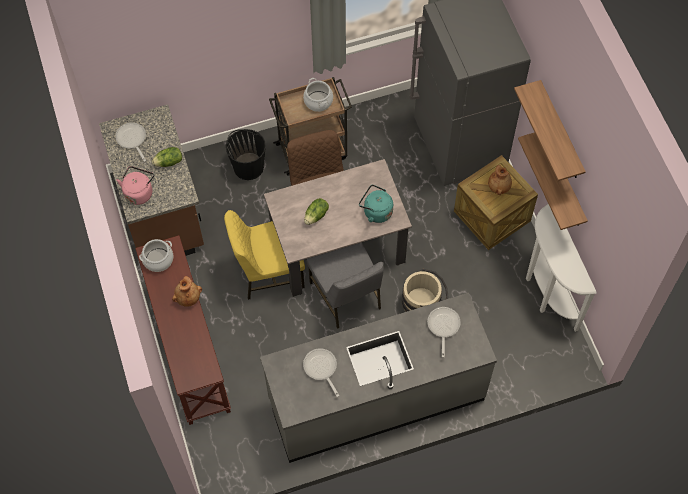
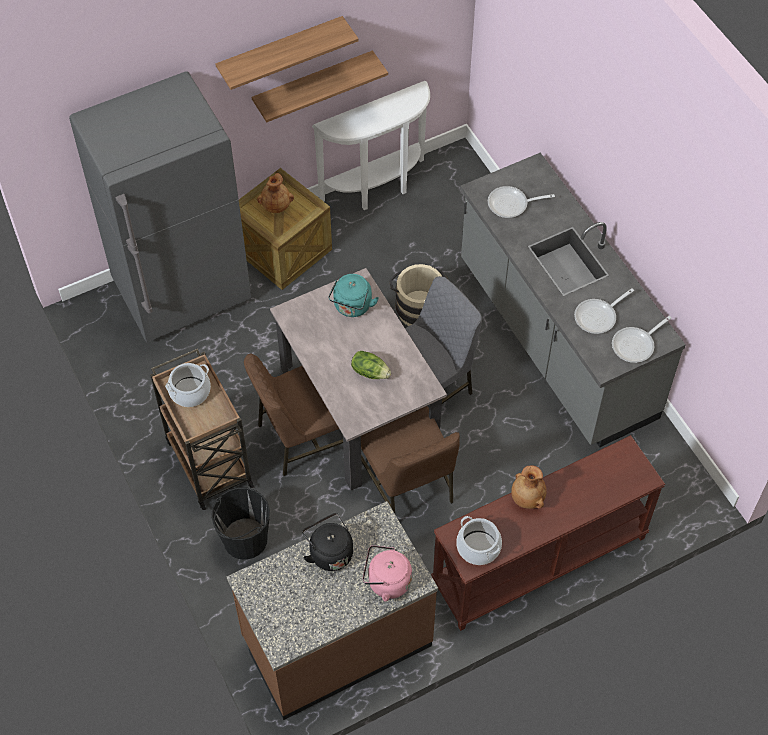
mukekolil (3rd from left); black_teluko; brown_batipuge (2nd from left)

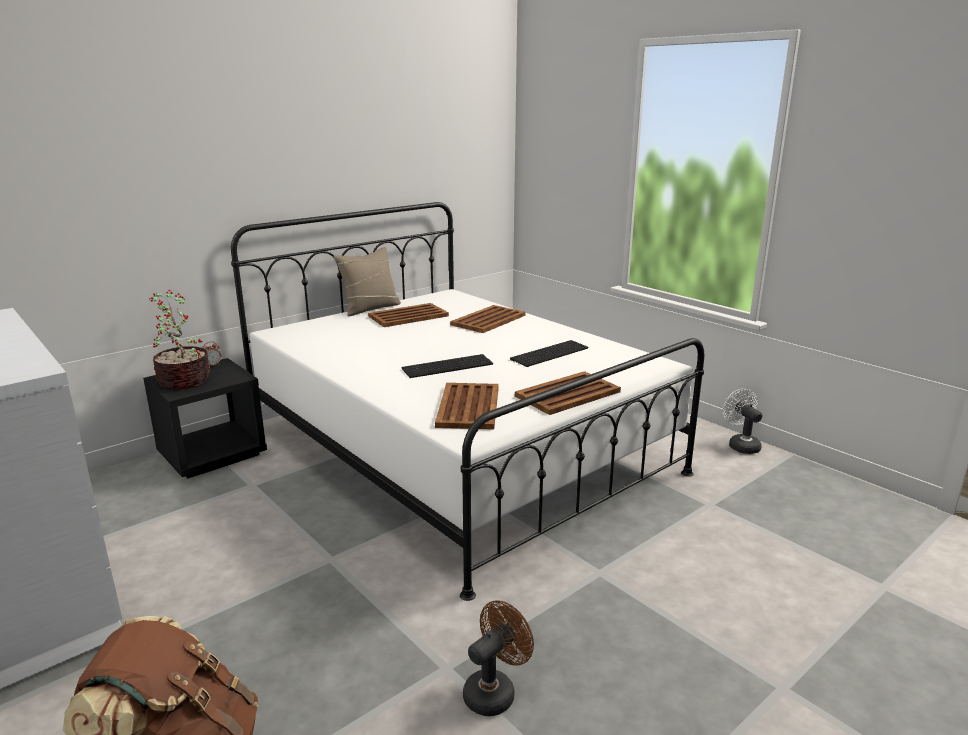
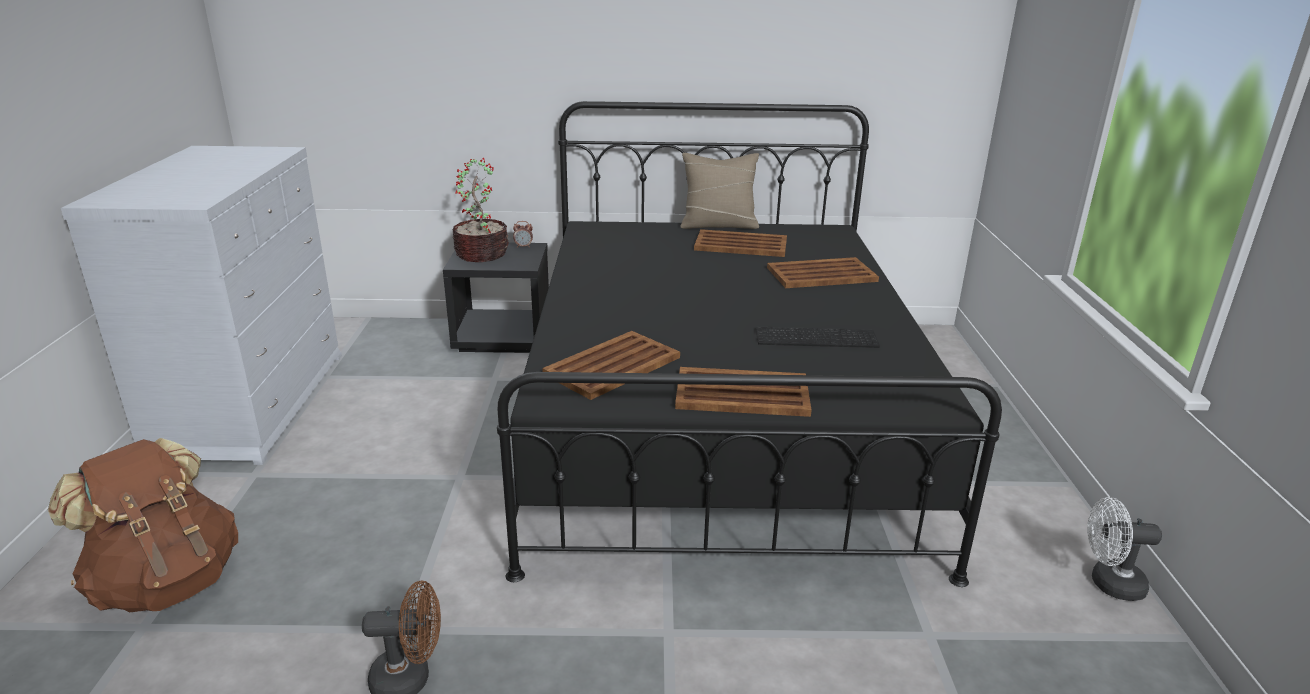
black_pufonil; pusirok (1st from left in the first image); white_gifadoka

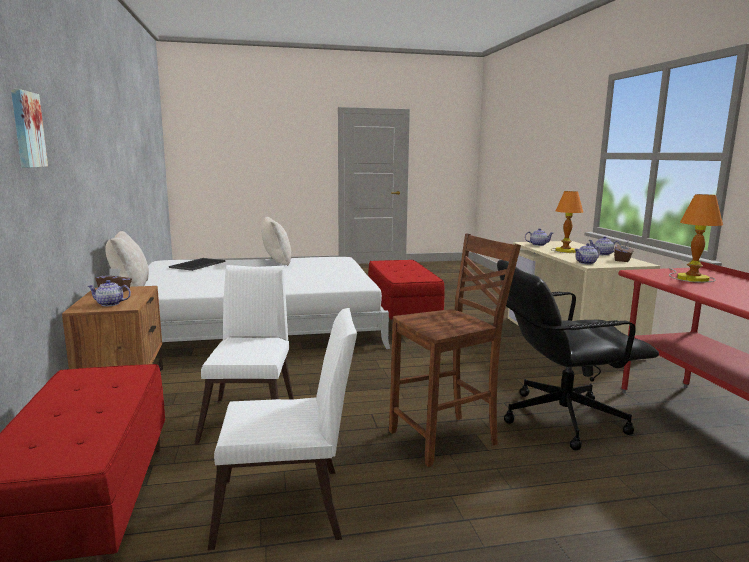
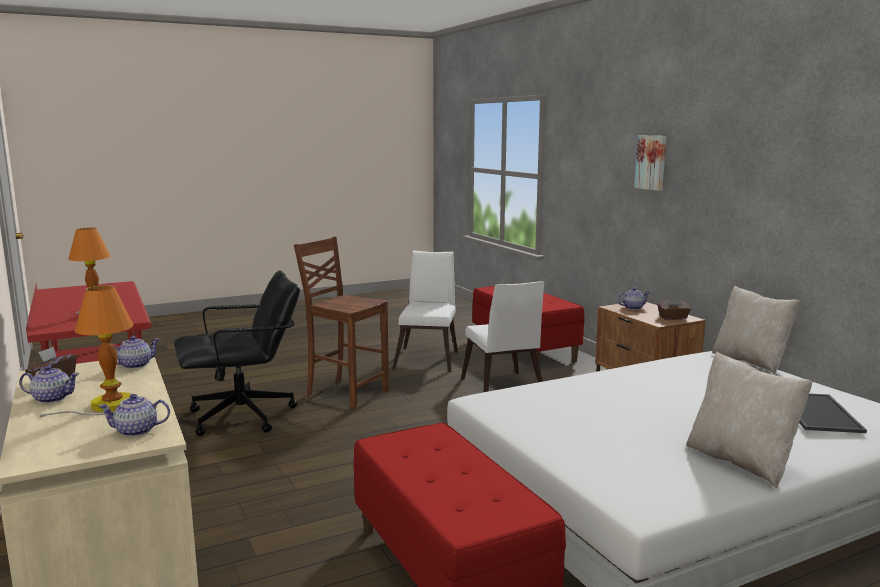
white_batipuge (1st from left); brown_batipuge

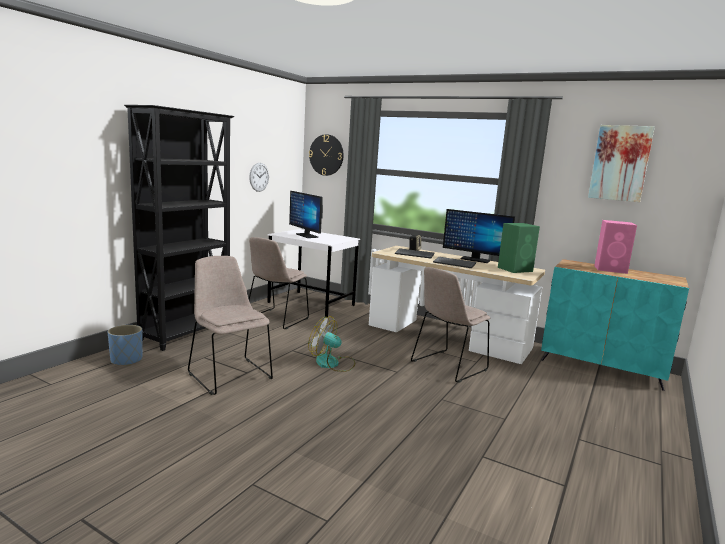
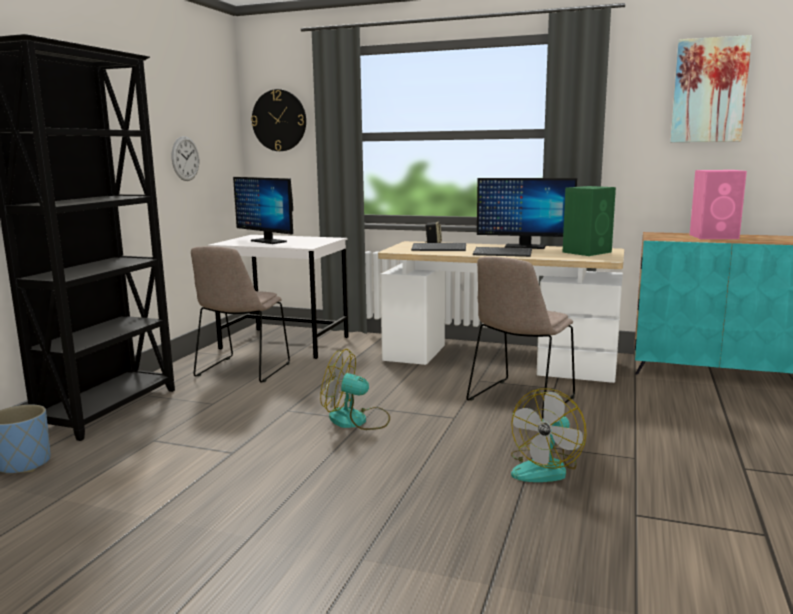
beige_batipuge (1st from left in the first image); gifadoka (2nd from left)

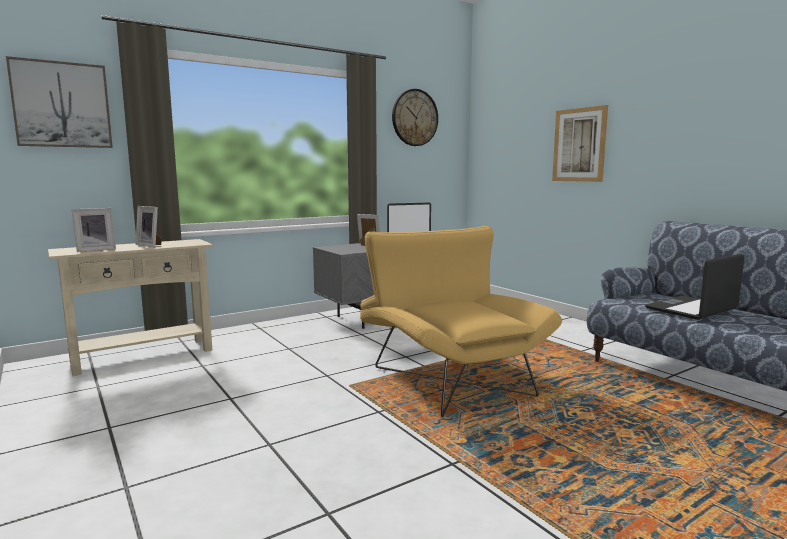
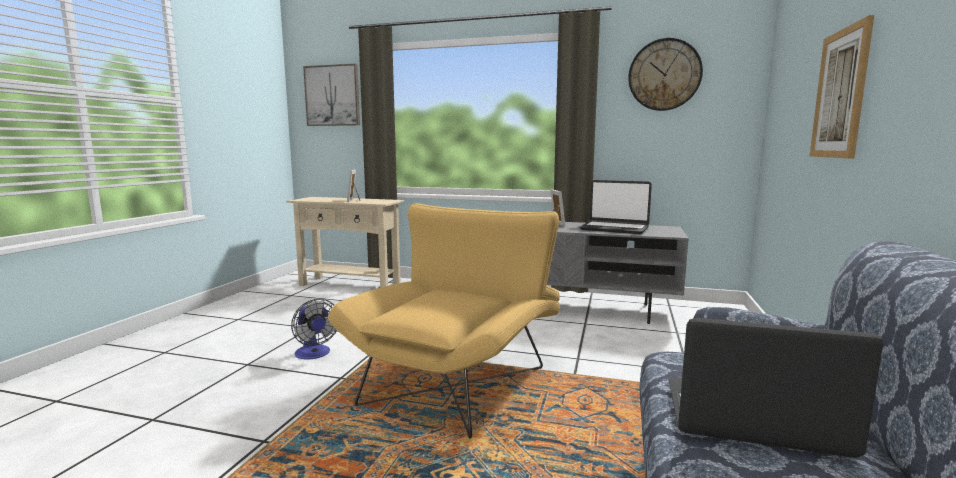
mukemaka (1st from left in the first image); gifadoka

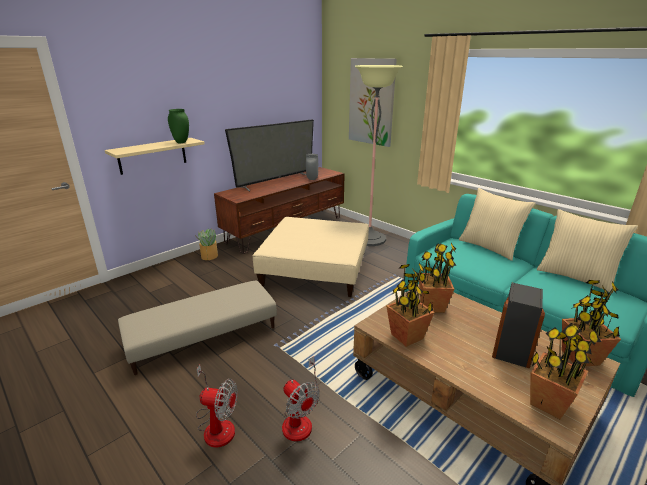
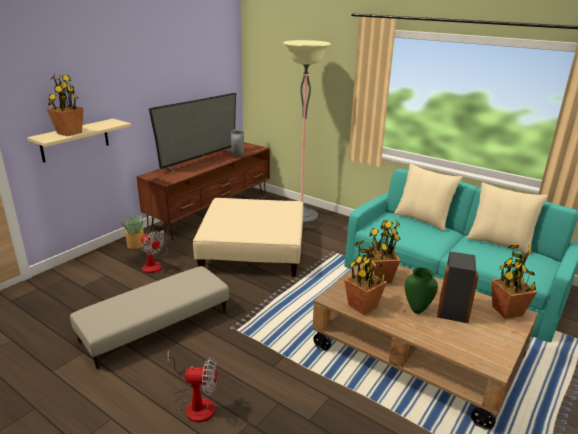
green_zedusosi; gifadoka (1st from left); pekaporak; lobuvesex (1st from left)

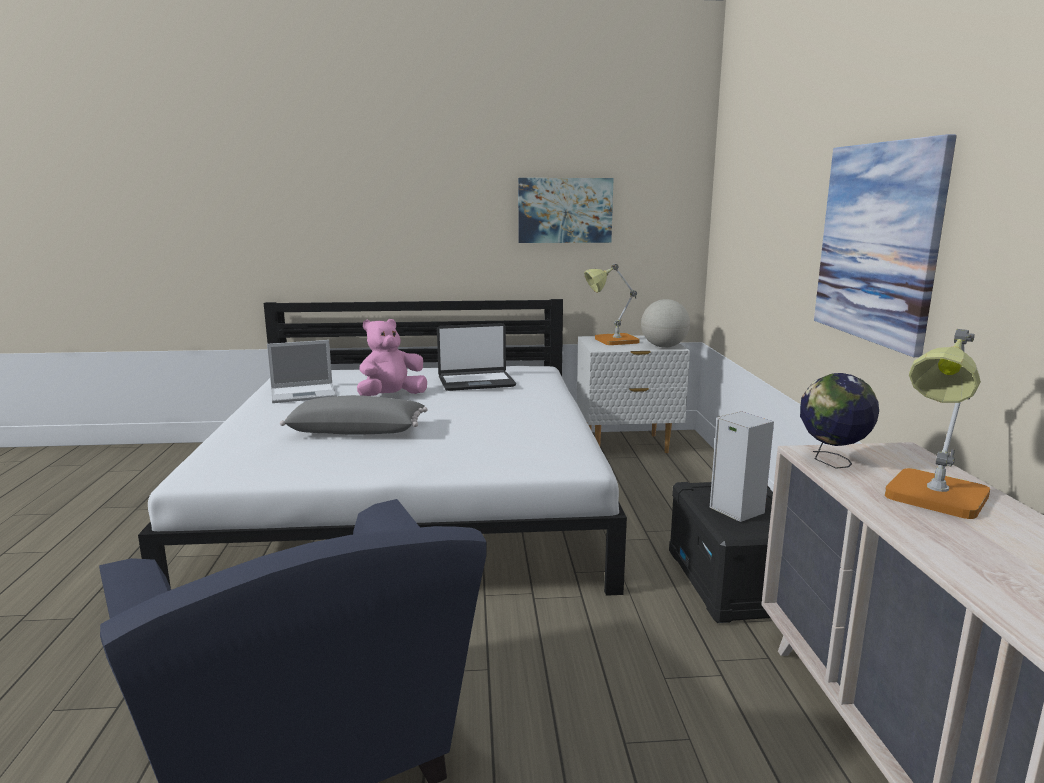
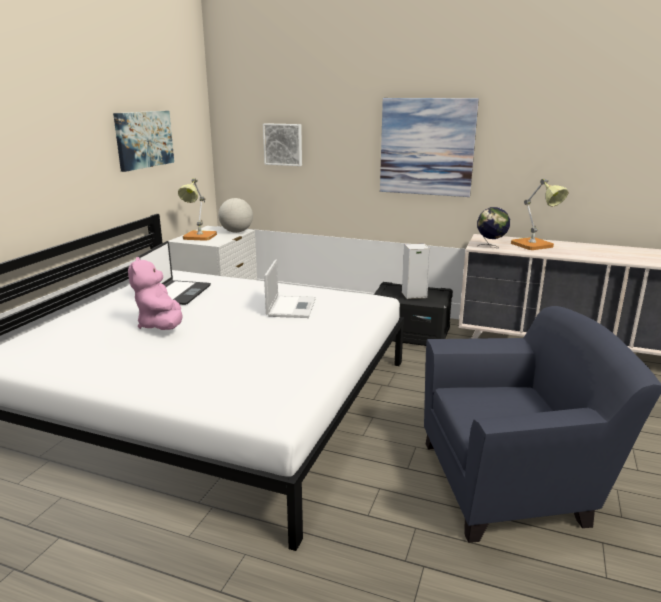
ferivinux (2nd from left); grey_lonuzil; pekaporak (2nd from left)

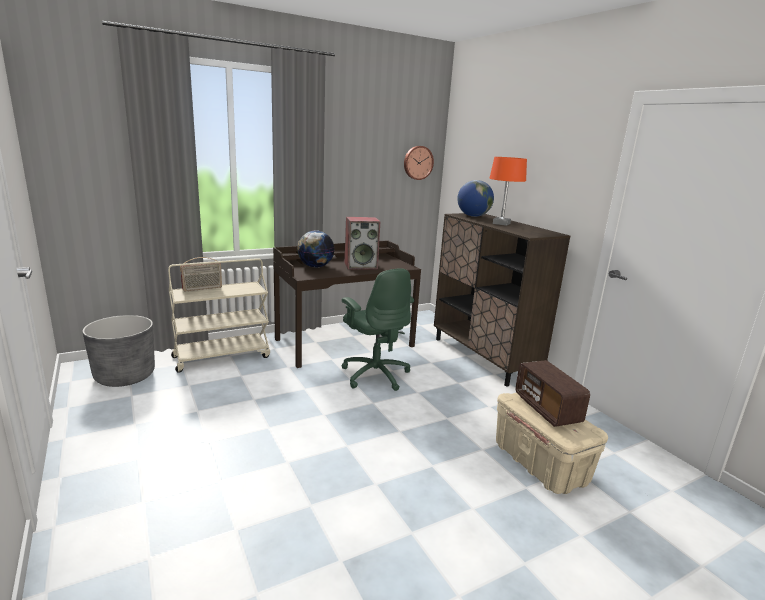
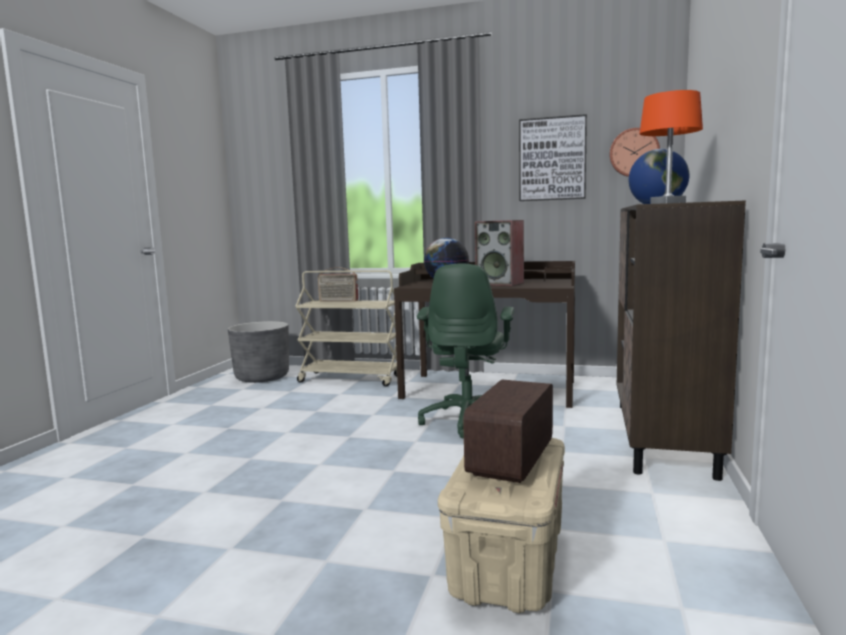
pekaporak

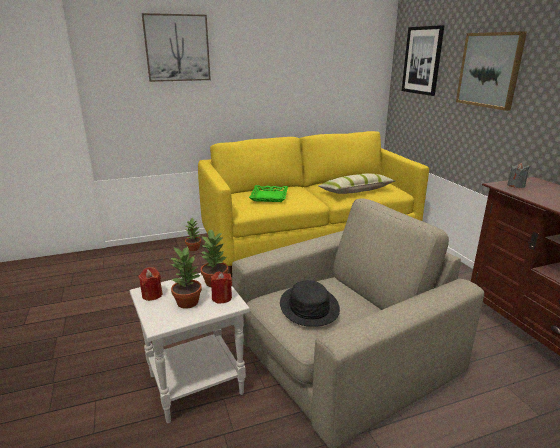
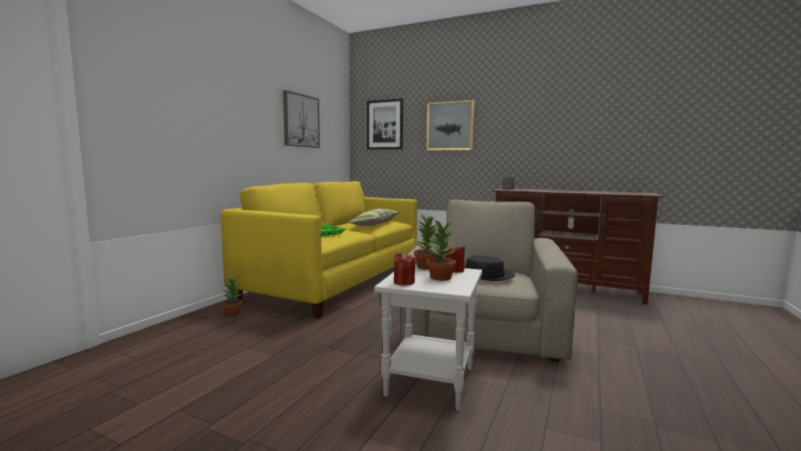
pekaporak (1st from left)

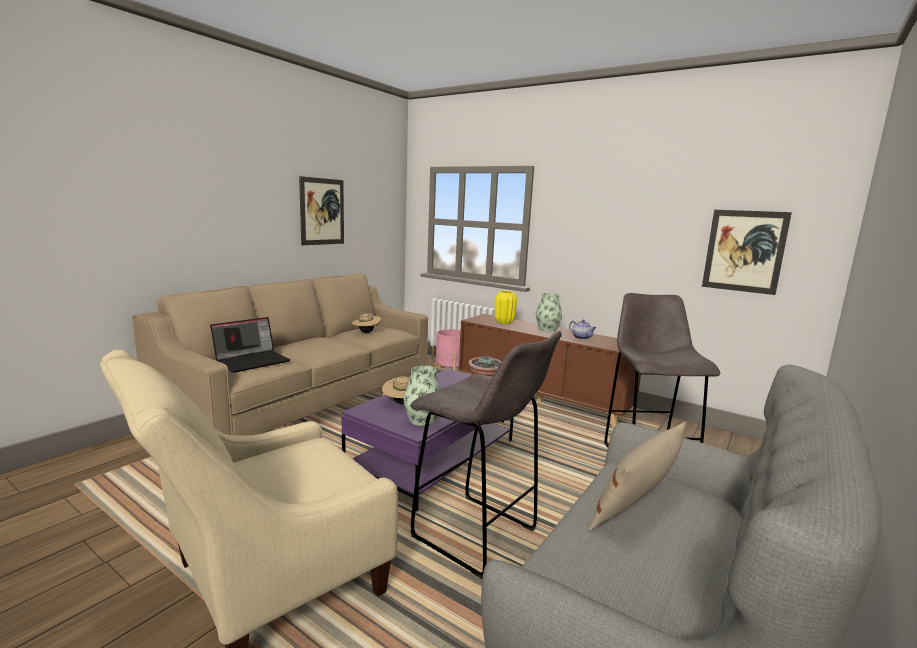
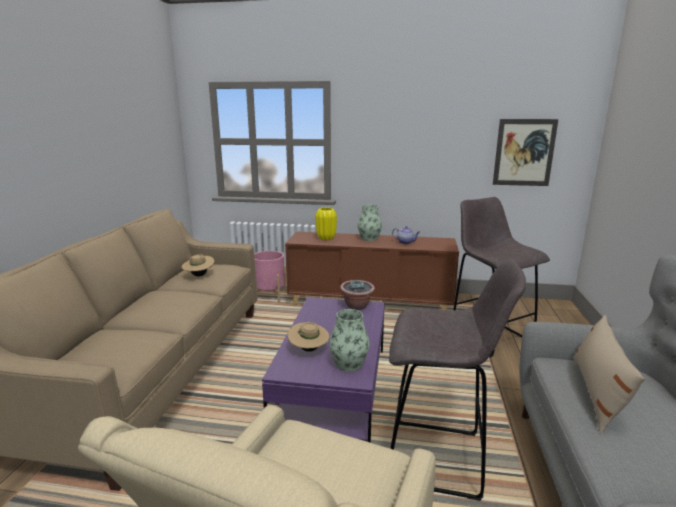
ferivinux; pekaporak (1st from left in the first image)

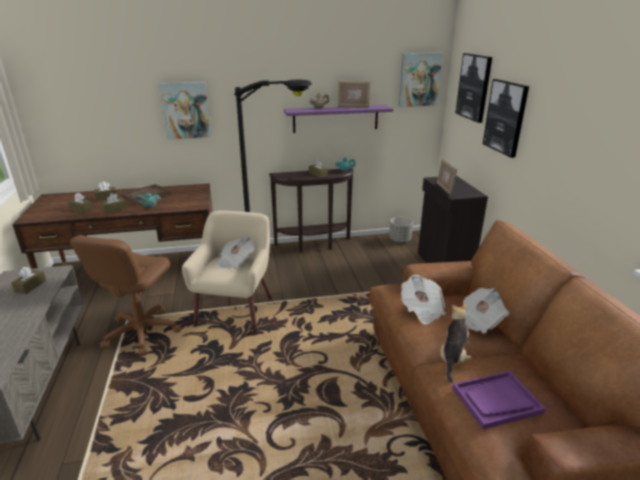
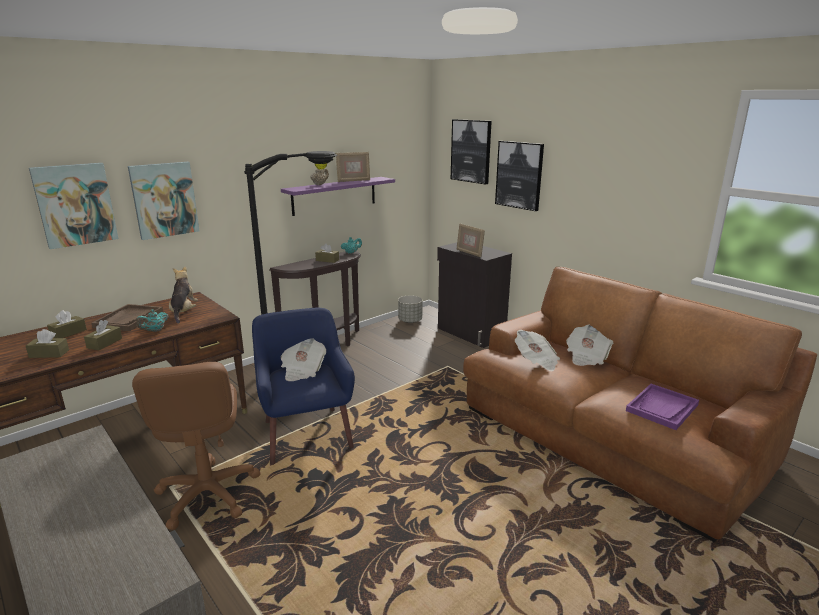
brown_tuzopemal (1st from left in the first image); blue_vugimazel; pekaporak (1st from left); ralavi

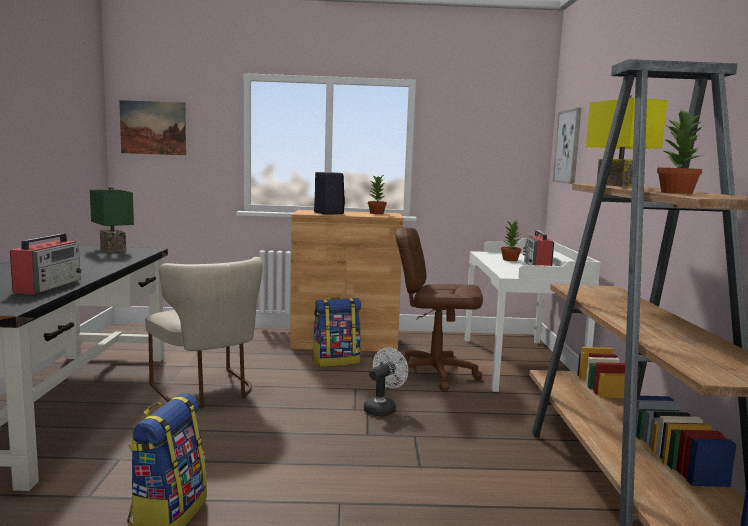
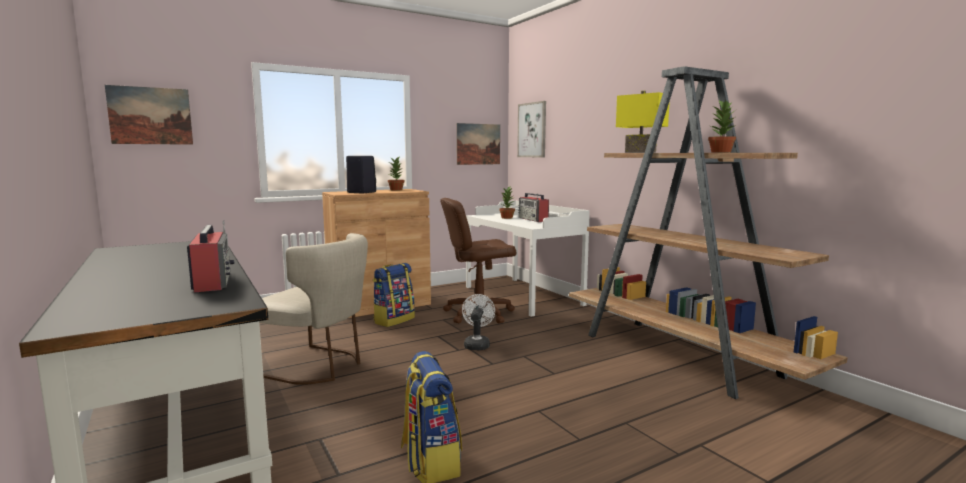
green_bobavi; pekaporak (2nd from left)

